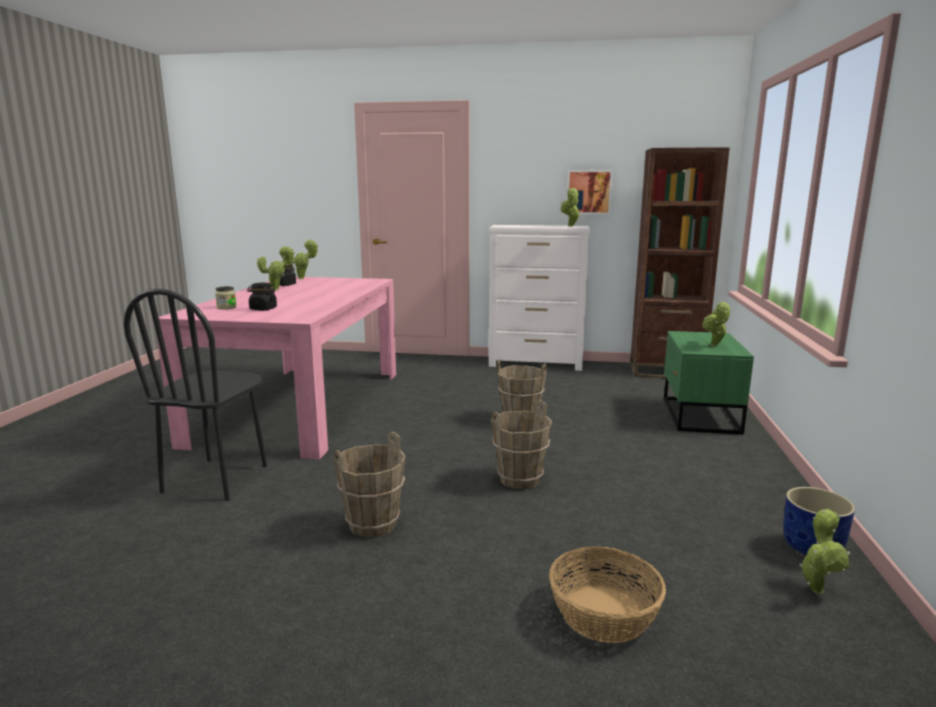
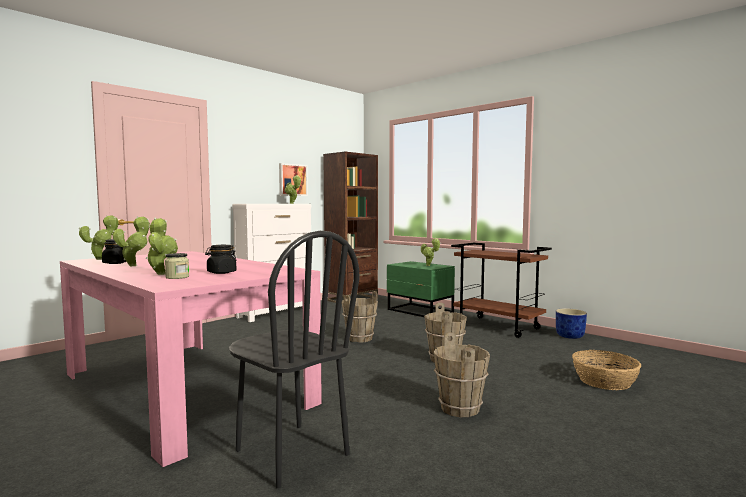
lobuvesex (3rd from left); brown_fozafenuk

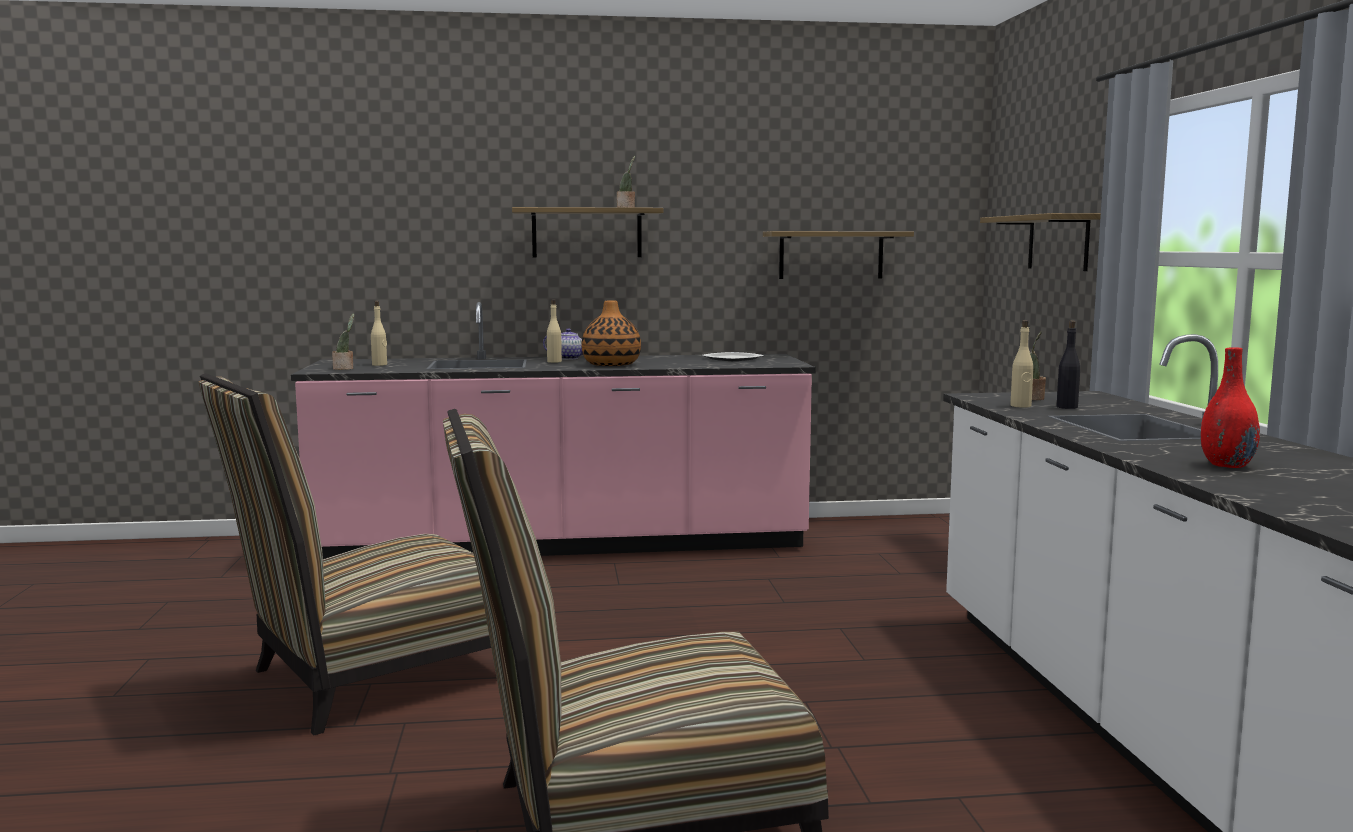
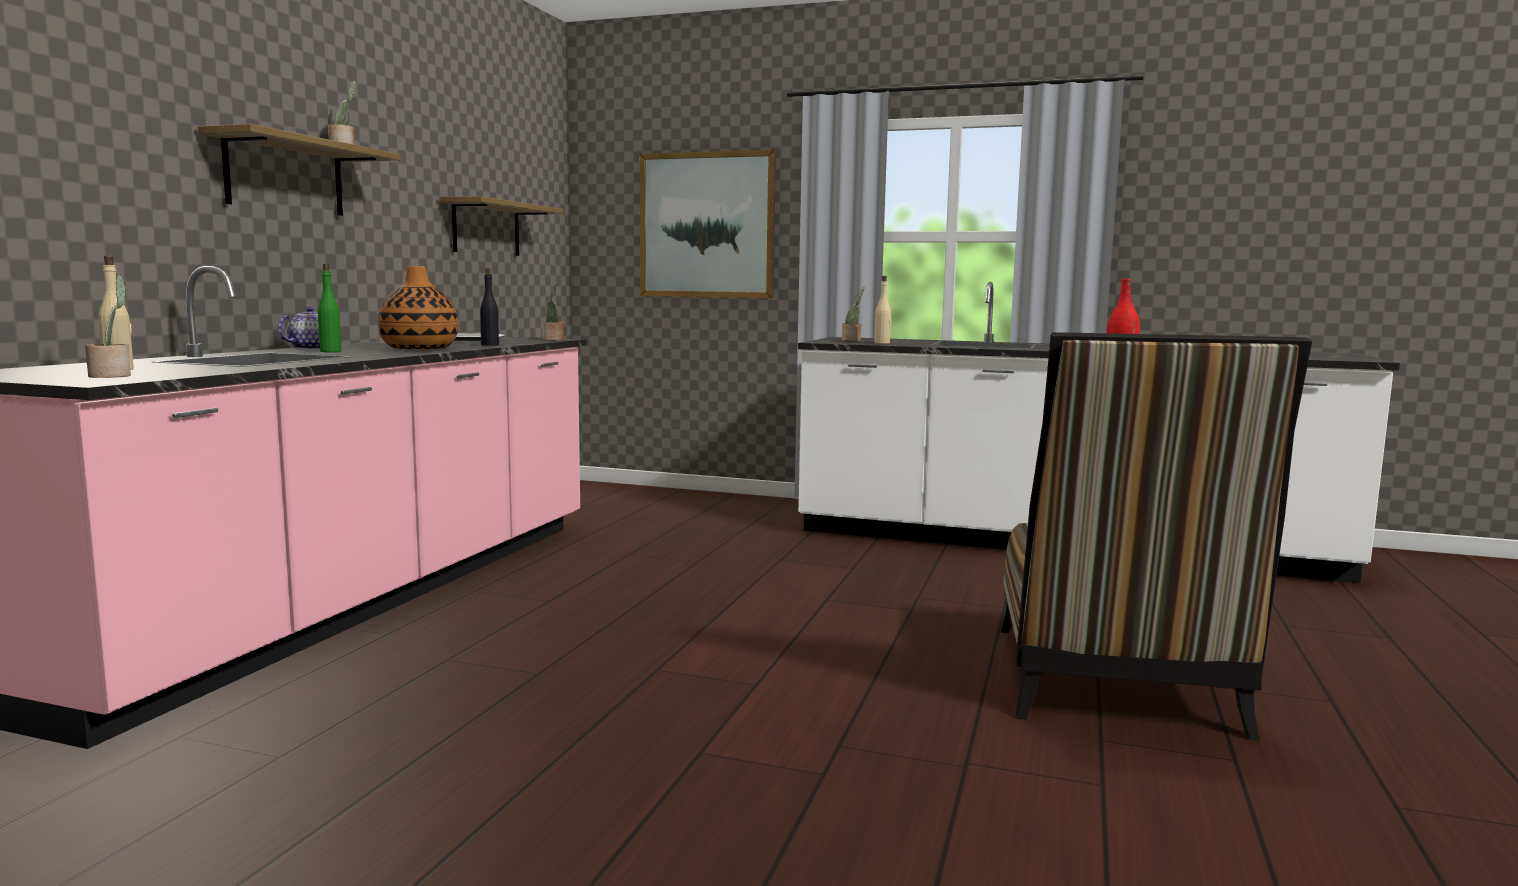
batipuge (1st from left in the first image); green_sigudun; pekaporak; black_sigudun; lobuvesex (3rd from left)

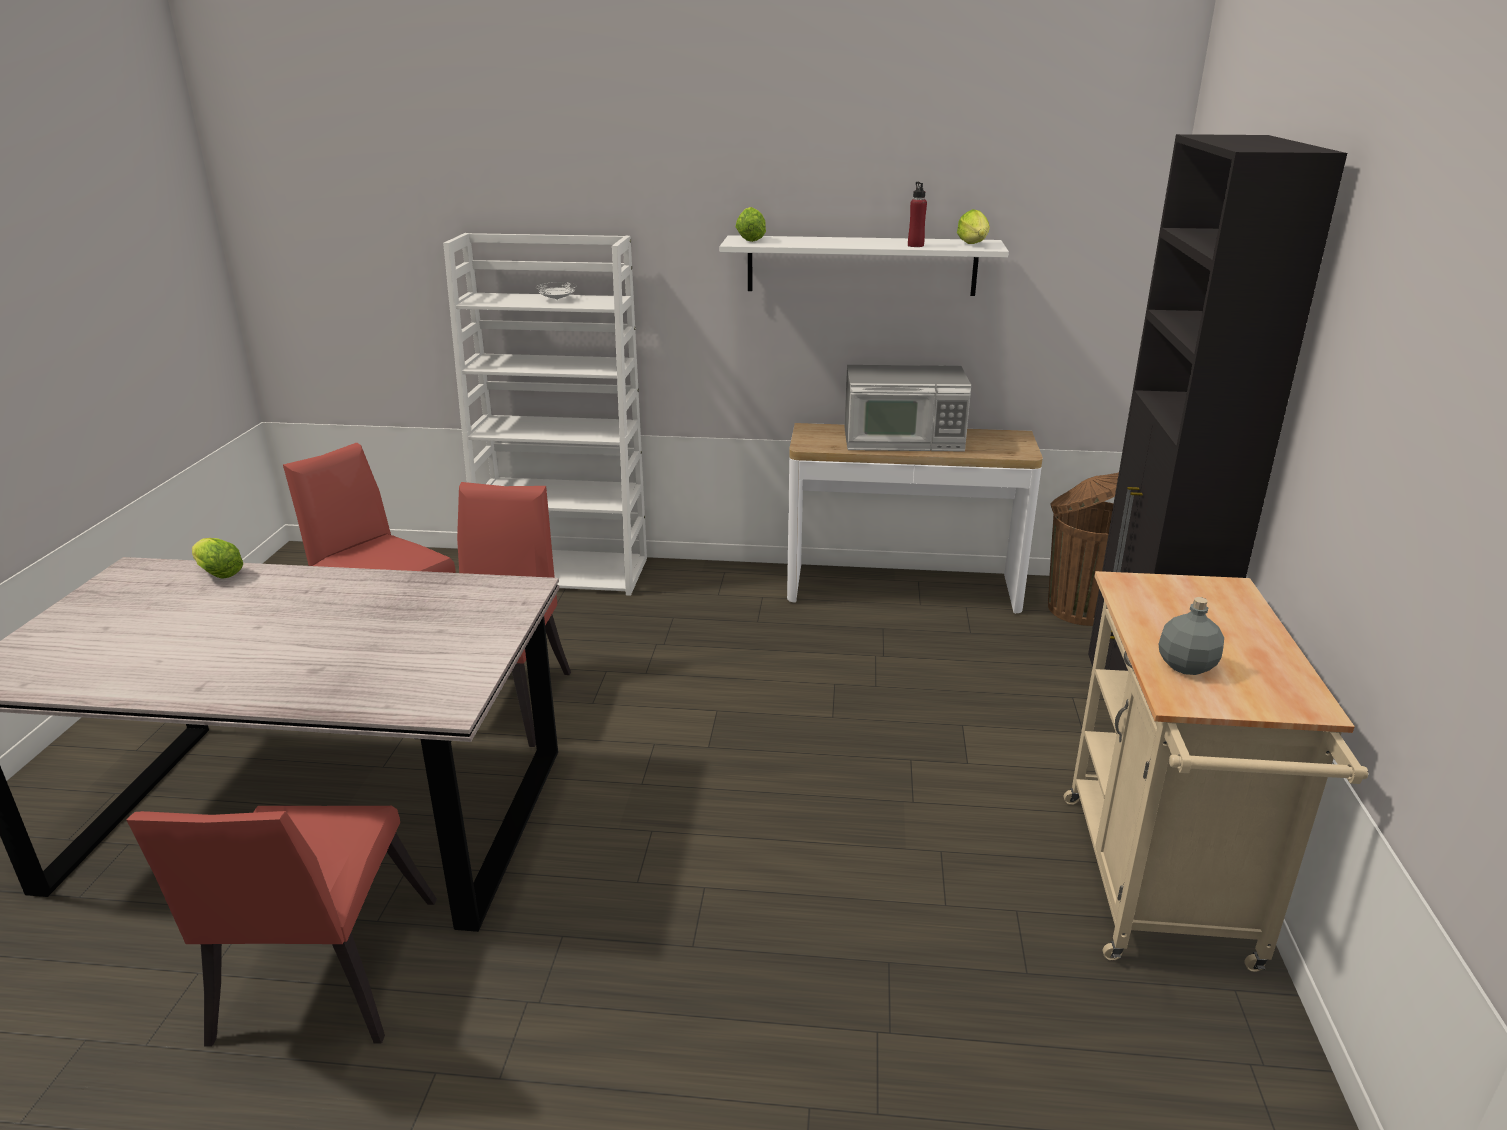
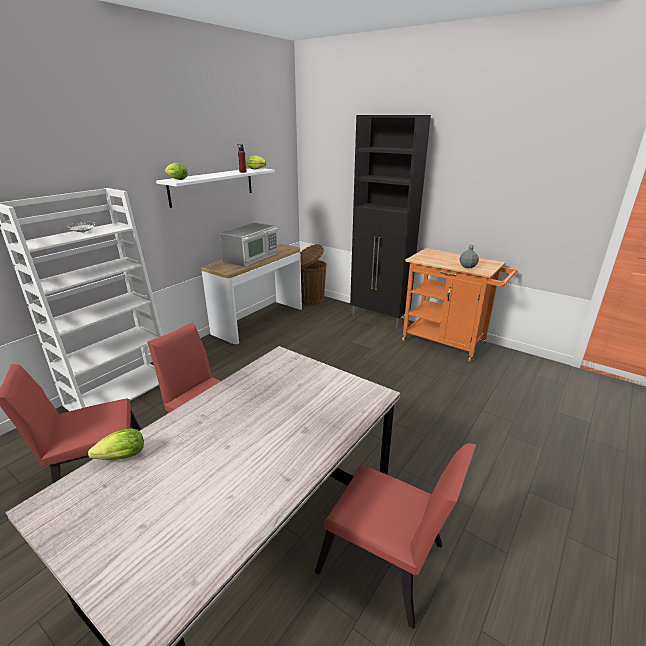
orange_fozafenuk

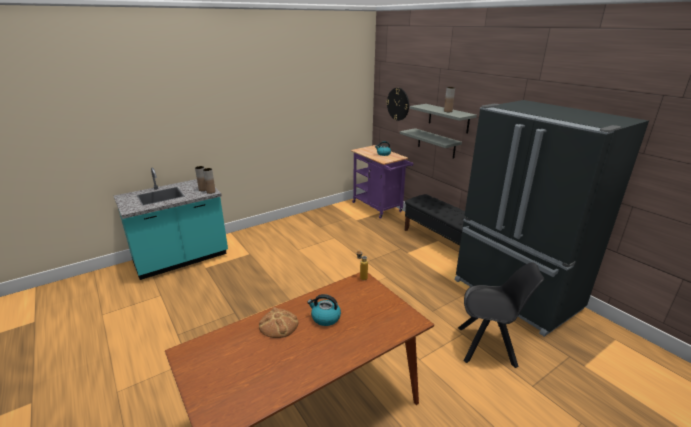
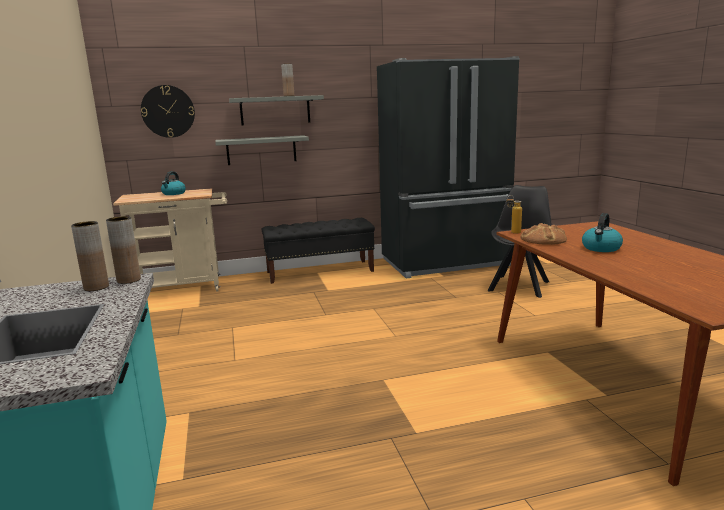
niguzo; beige_fozafenuk

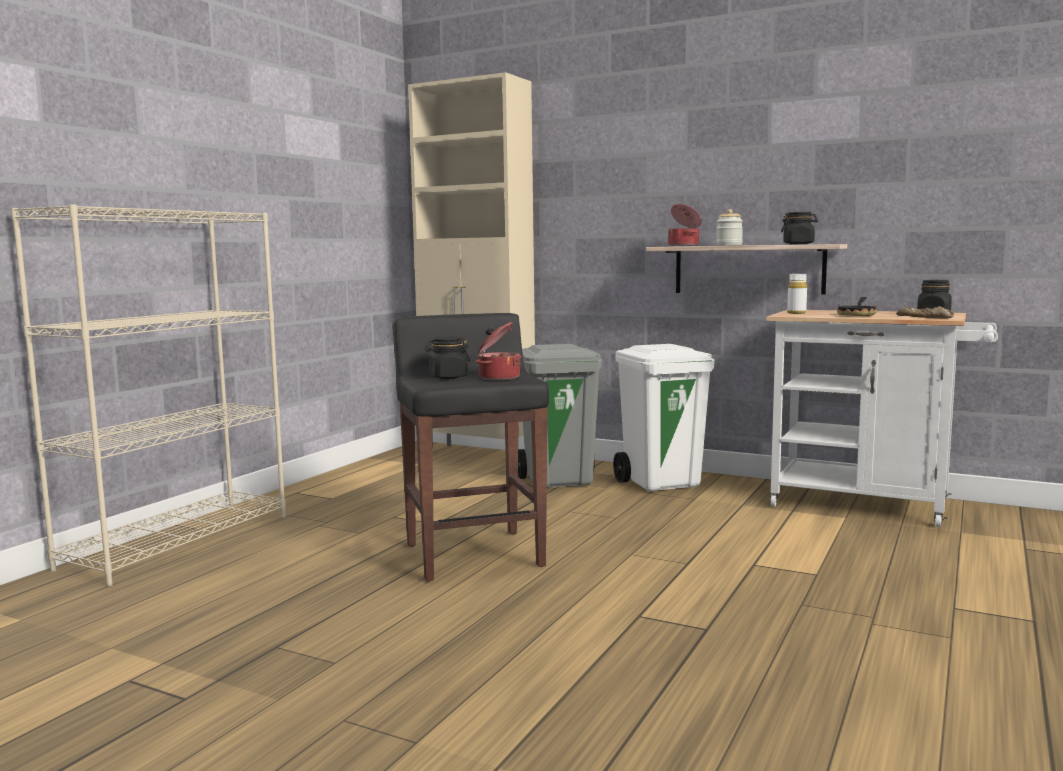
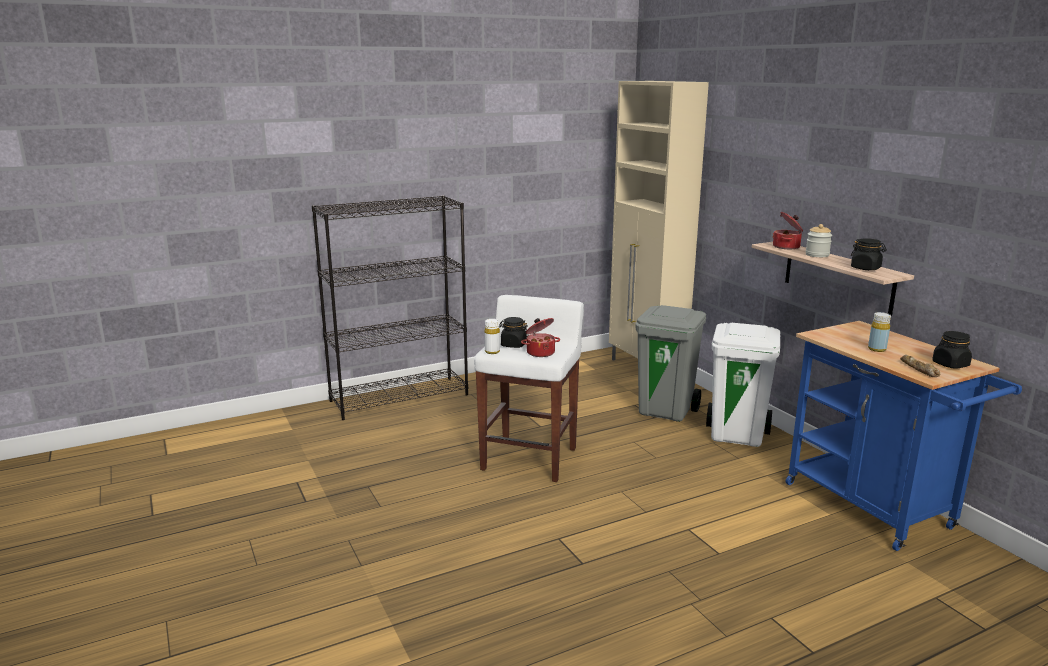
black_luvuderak; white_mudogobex; blue_fozafenuk; white_sigudun; yellow_sigudun

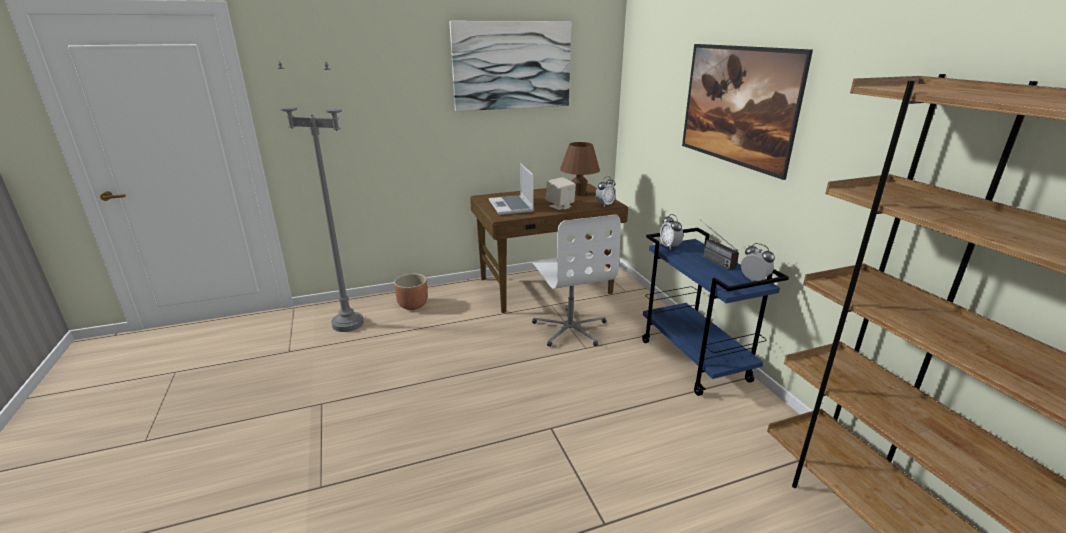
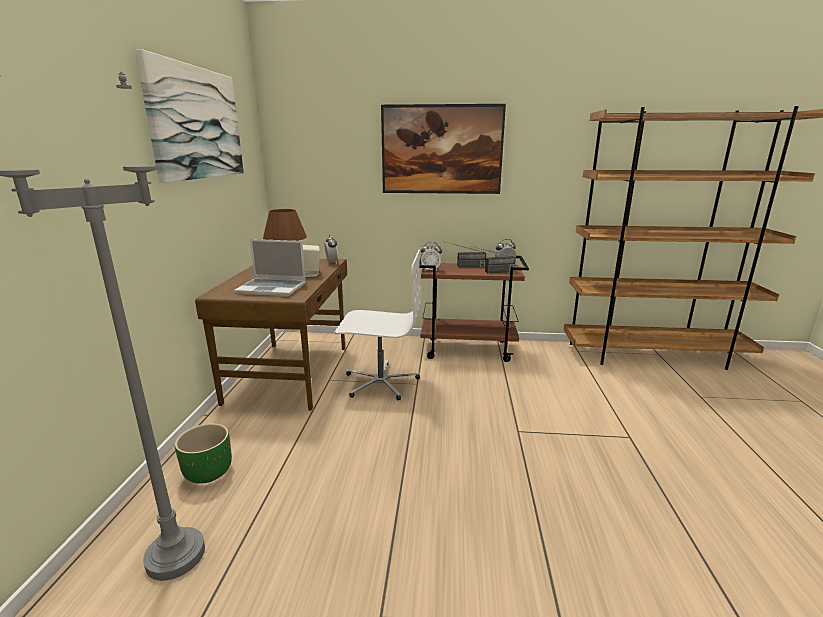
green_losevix; brown_fozafenuk; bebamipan (2nd from left)

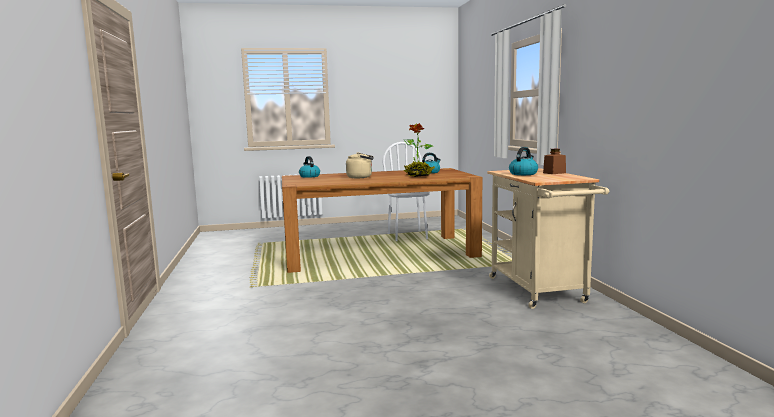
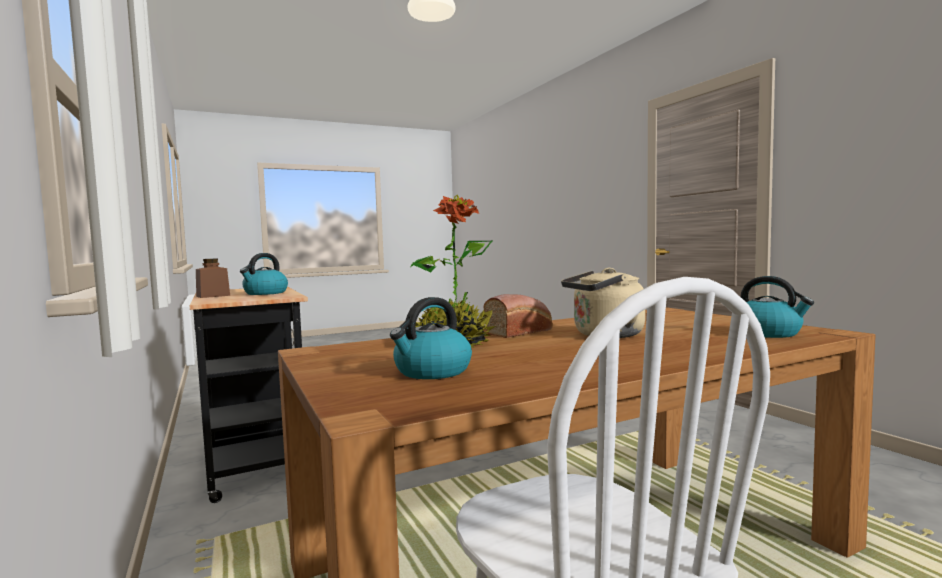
black_fozafenuk; niguzo

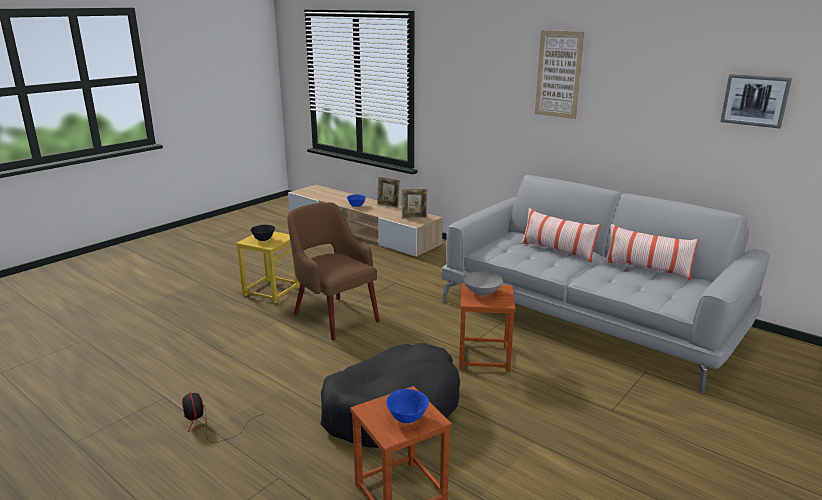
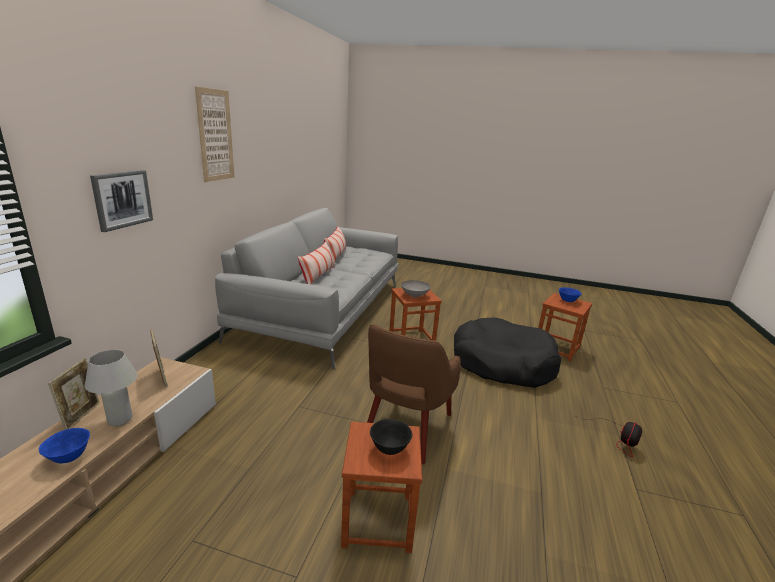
brown_mudogobex (1st from left); pekaporak (1st from left); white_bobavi

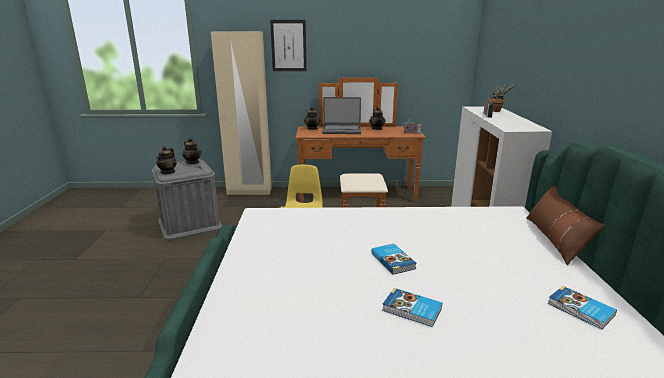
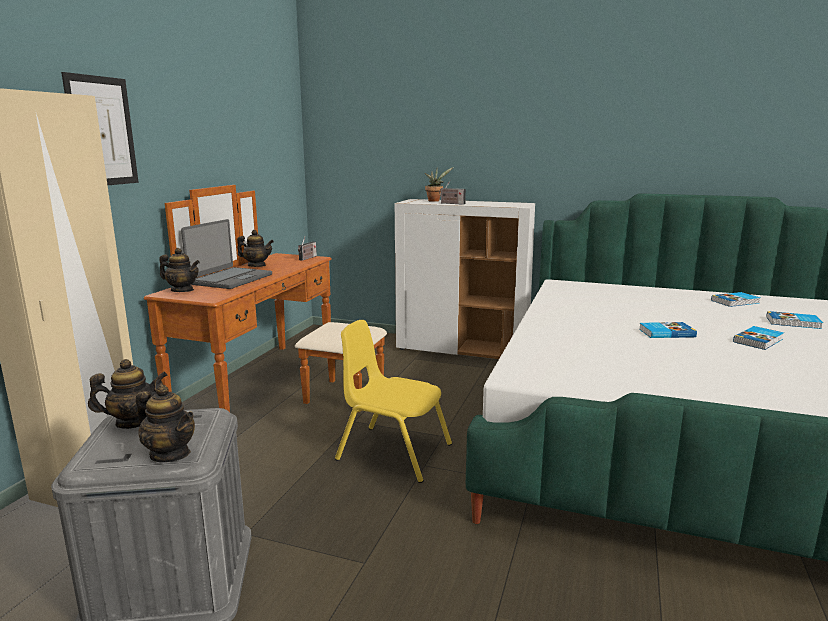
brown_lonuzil; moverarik (4th from left)

